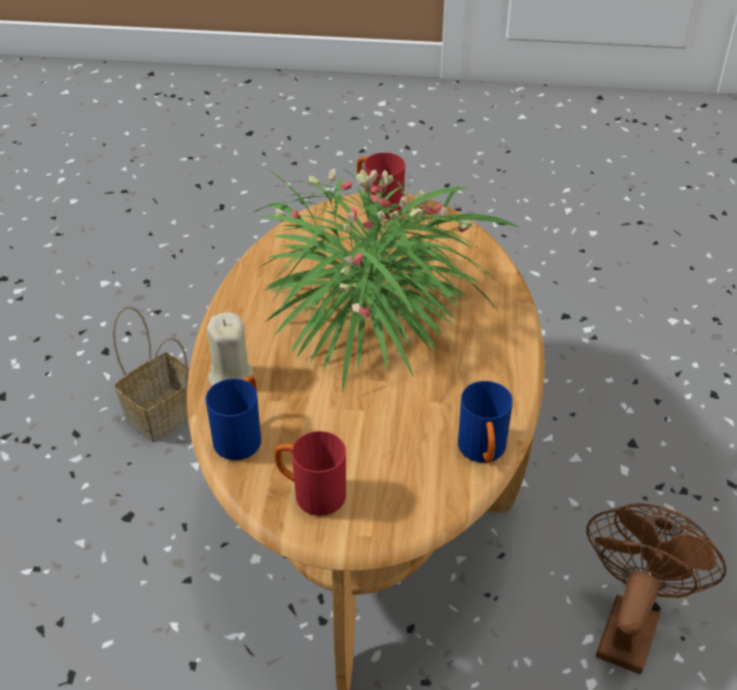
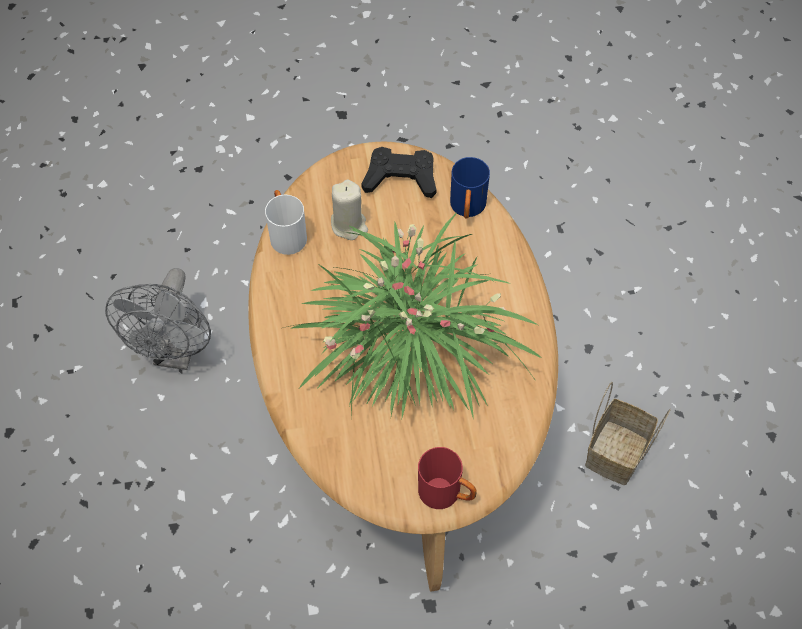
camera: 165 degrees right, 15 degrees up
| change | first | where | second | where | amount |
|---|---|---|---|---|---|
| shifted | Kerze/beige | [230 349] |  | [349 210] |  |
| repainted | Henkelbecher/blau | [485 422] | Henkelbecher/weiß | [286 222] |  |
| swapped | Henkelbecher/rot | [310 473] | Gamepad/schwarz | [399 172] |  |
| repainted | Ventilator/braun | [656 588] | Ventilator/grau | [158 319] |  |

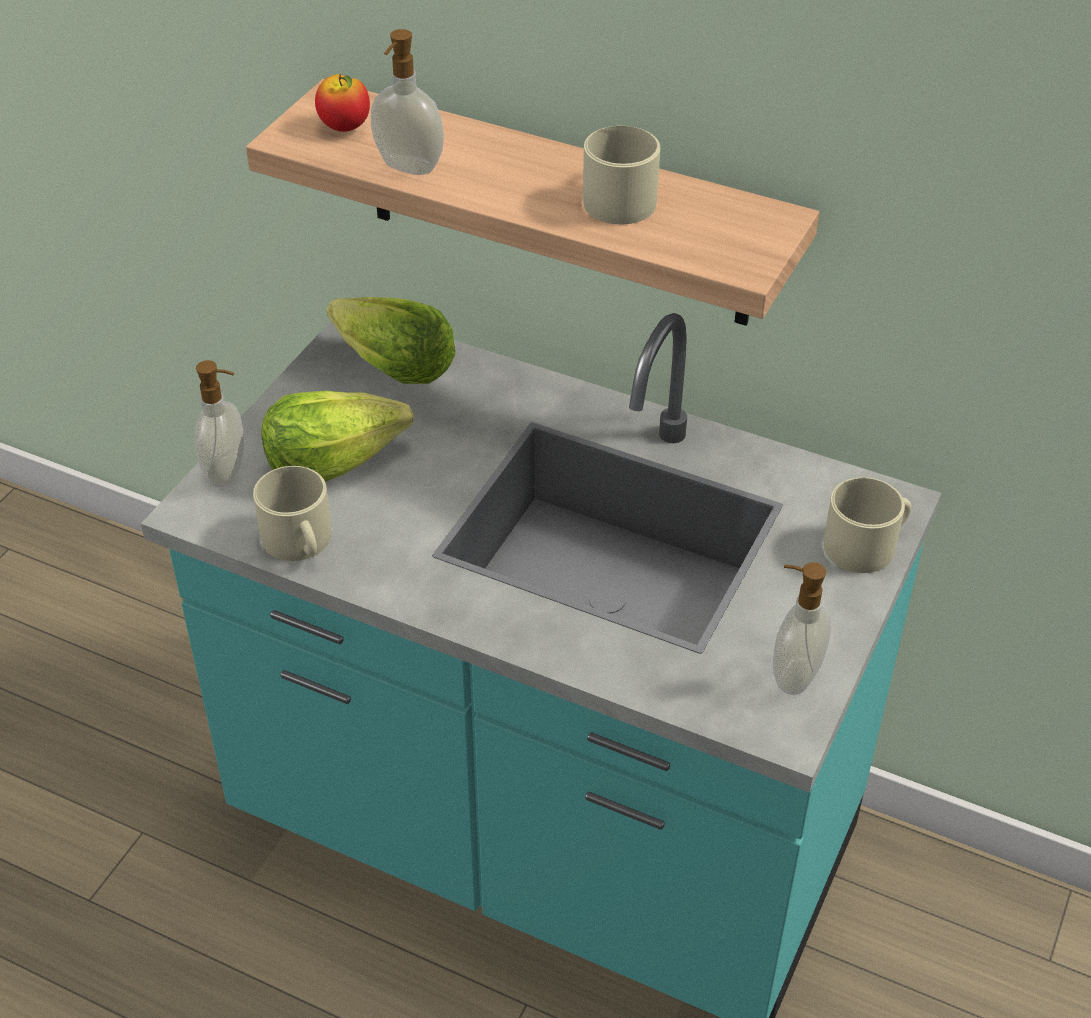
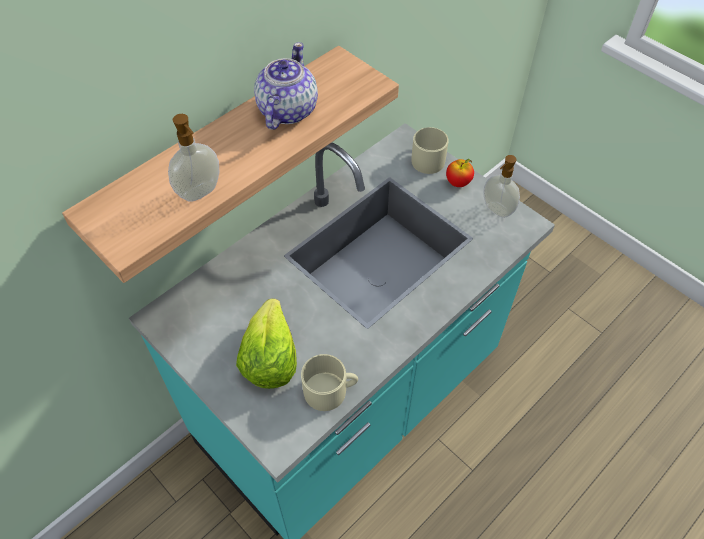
camera: 70 degrees left, 10 degrees up
| change | first | where | second | where | amount |
|---|---|---|---|---|---|
| shifted | Apfel | [342 103] |  | [460 173] |  |
| swapped | Henkelbecher/beige | [621 175] | Teekanne | [286 86] |  |
| gone | Salatkopf | [391 340] |  |  |  |
| gone | Seifenspender | [219 423] |  |  |  |

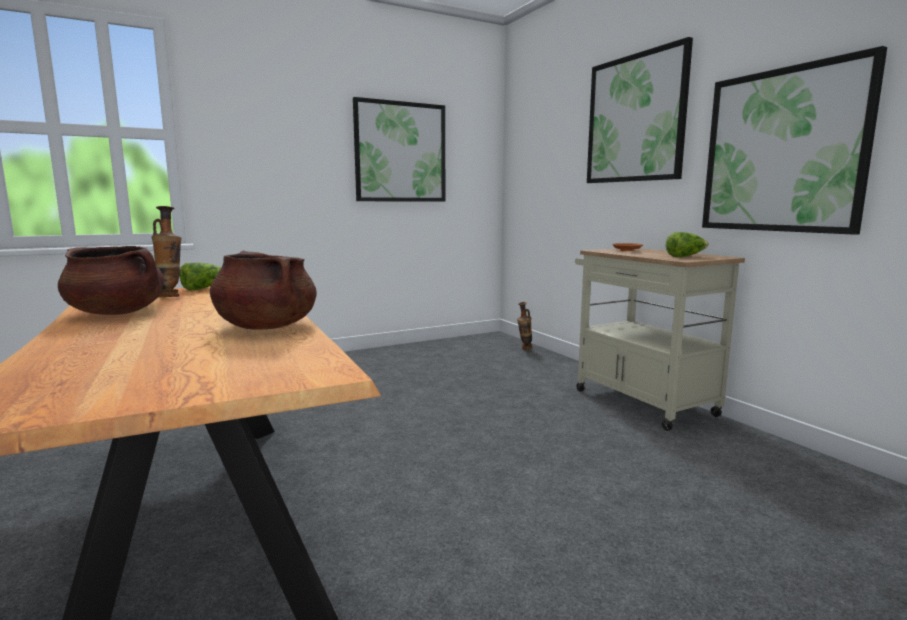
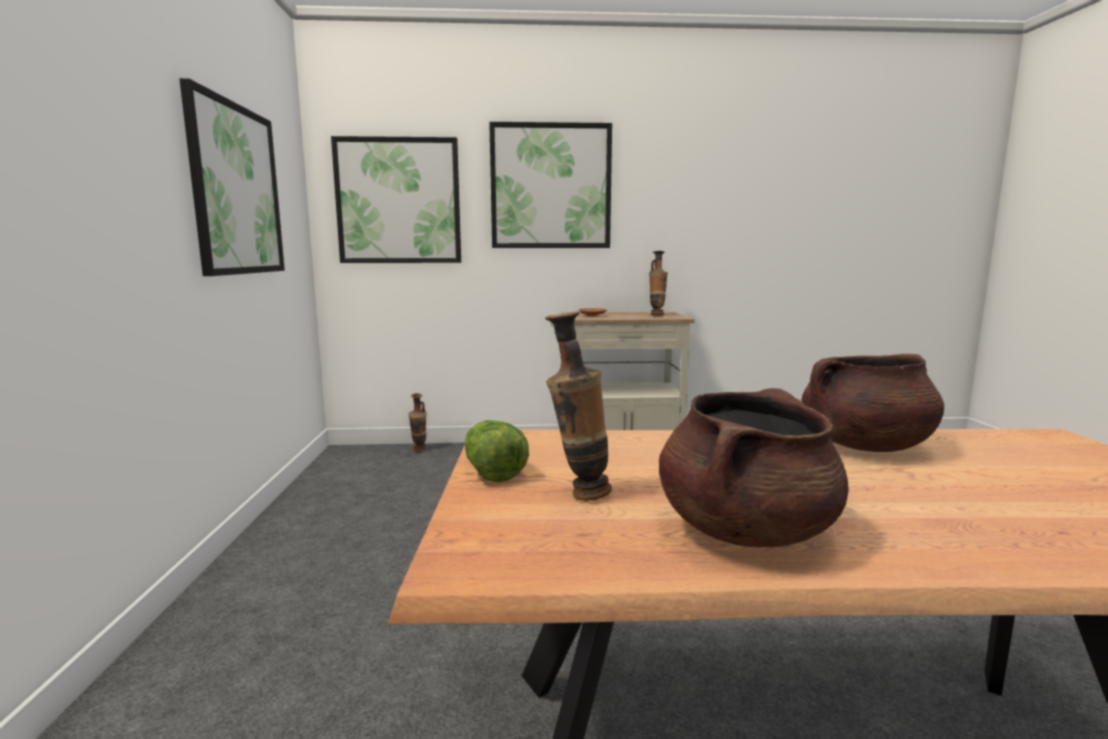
camera: 65 degrees left, 0 degrees up
| change | first | where | second | where | amount |
|---|---|---|---|---|---|
| shifted | Bild | [794 140] |  | [396 199] |  |
| swapped | Salatkopf | [687 244] | Vase | [658 283] |  |

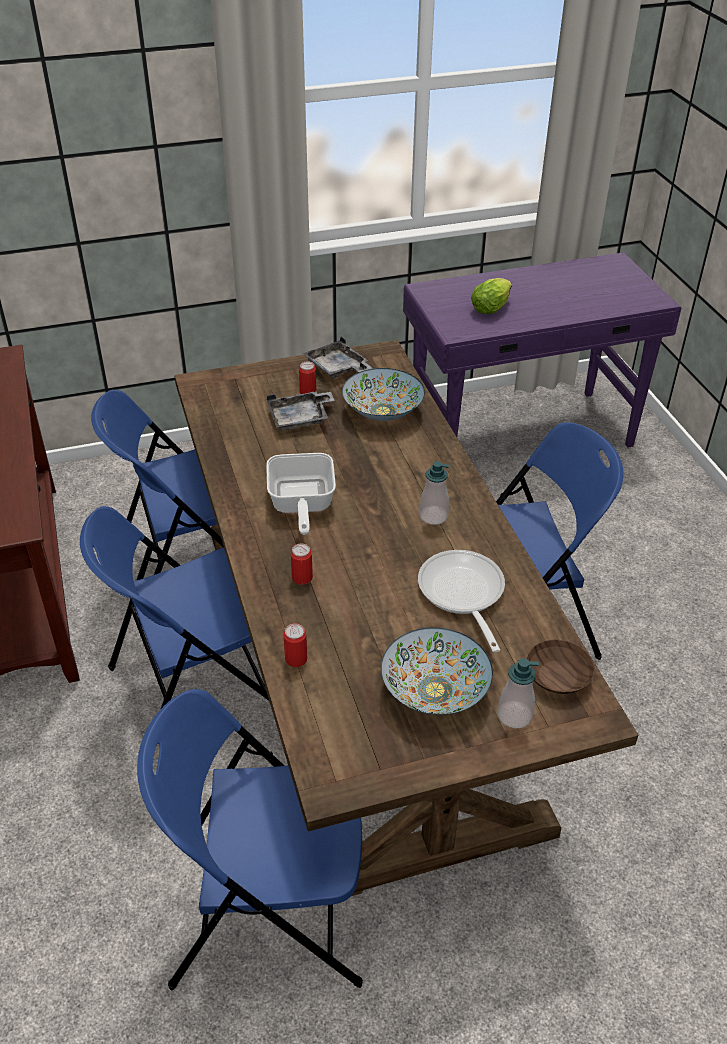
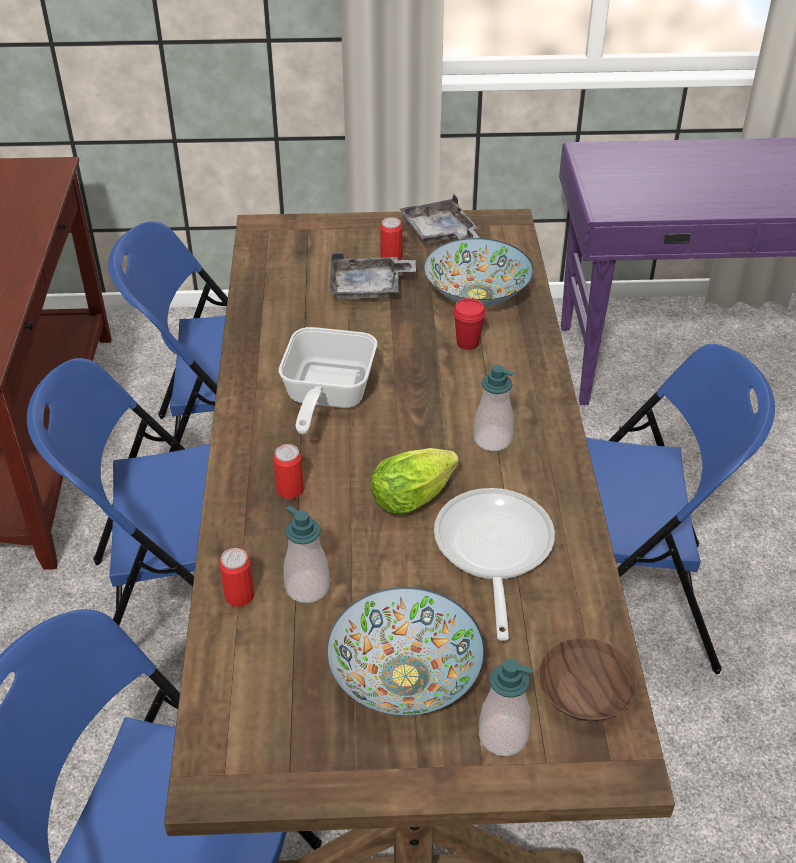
camera: 15 degrees right, 0 degrees up
| change | first | where | second | where | amount |
|---|---|---|---|---|---|
| shifted | Salatkopf | [491 296] |  | [414 481] |  |
| new |  |  | Tasse/rot | [469 324] |  |
| new |  |  | Seifenspender | [307 554] |  |

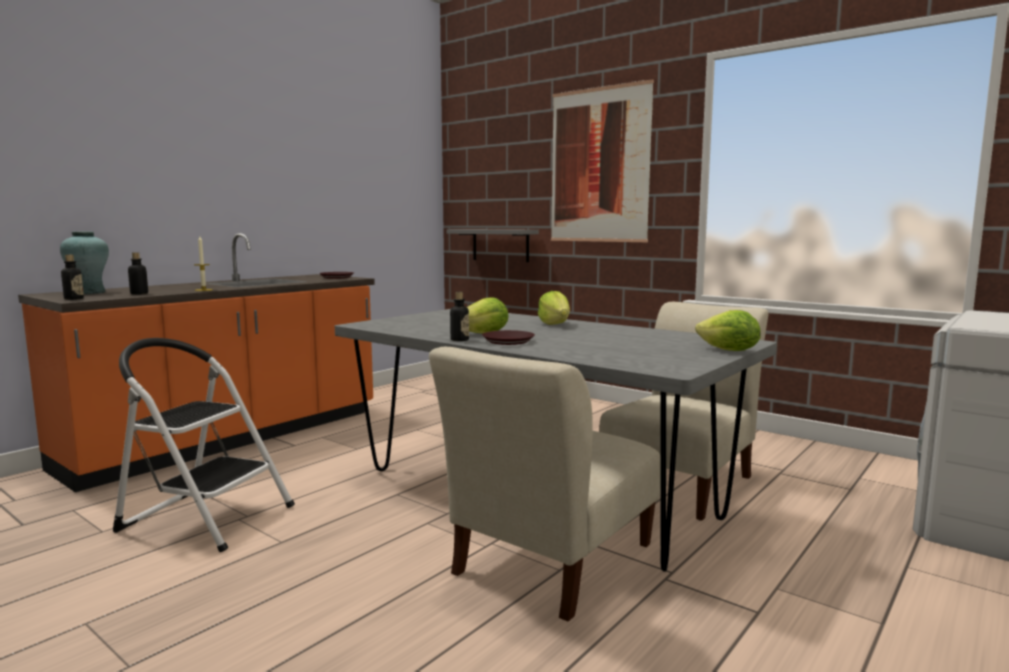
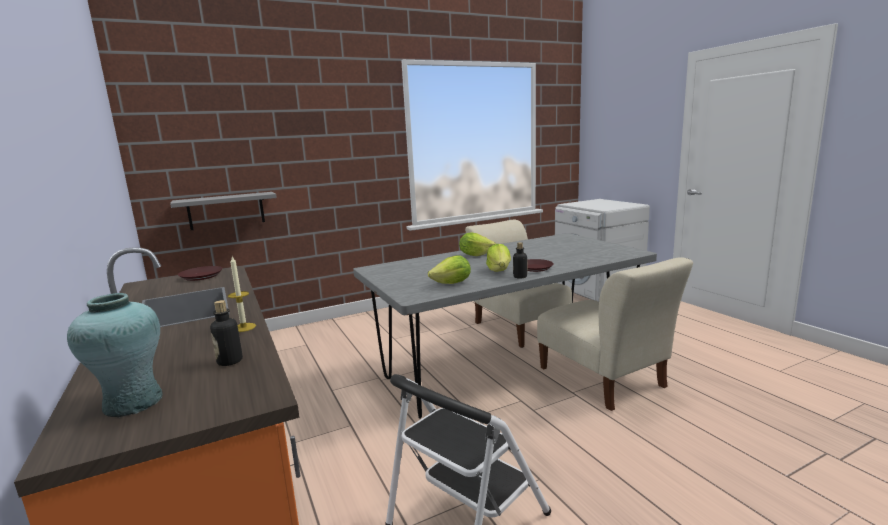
camera: 65 degrees left, 5 degrees up
| change | first | where | second | where | amount |
|---|---|---|---|---|---|
| gone | Bild | [602 160] |  |  |  |
| gone | Flasche | [72 277] |  |  |  |
| shifted | Salatkopf | [728 330] |  | [449 269] |  |

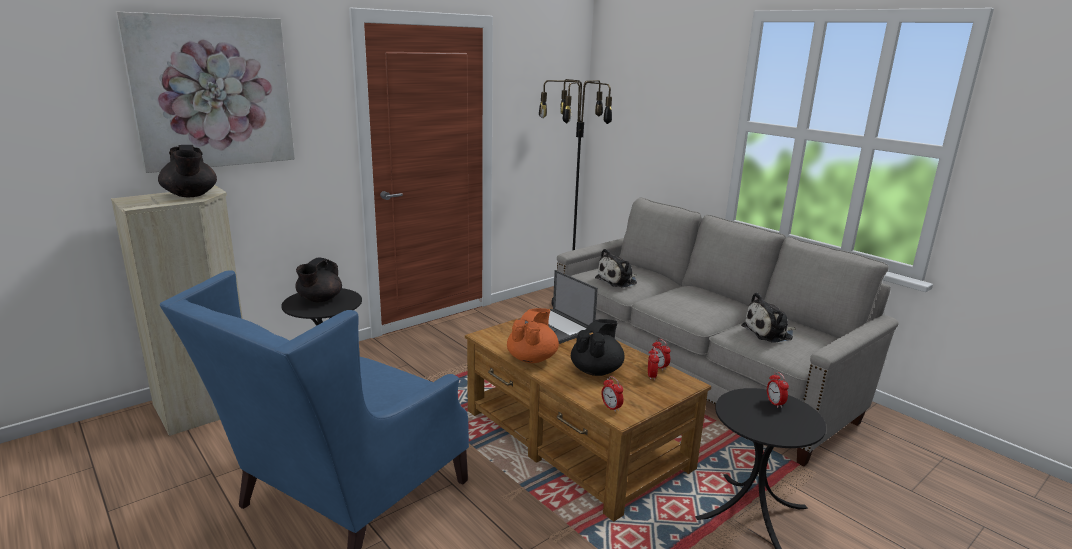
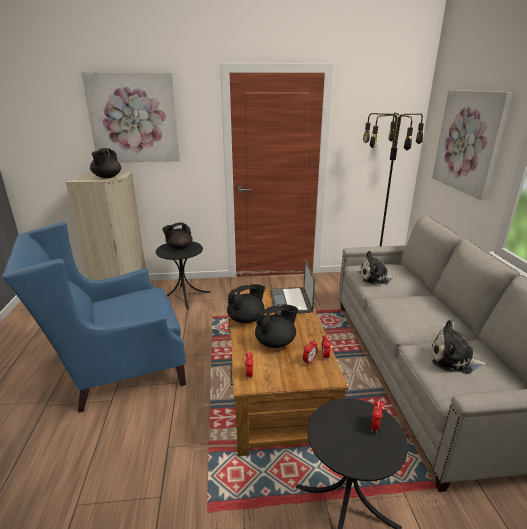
camera: 35 degrees right, 5 degrees up
| change | first | where | second | where | amount |
|---|---|---|---|---|---|
| repainted | Teekanne/orange | [533 335] | Teekanne/schwarz | [246 304] |  |
| new |  |  | Bild | [472 145] |  |

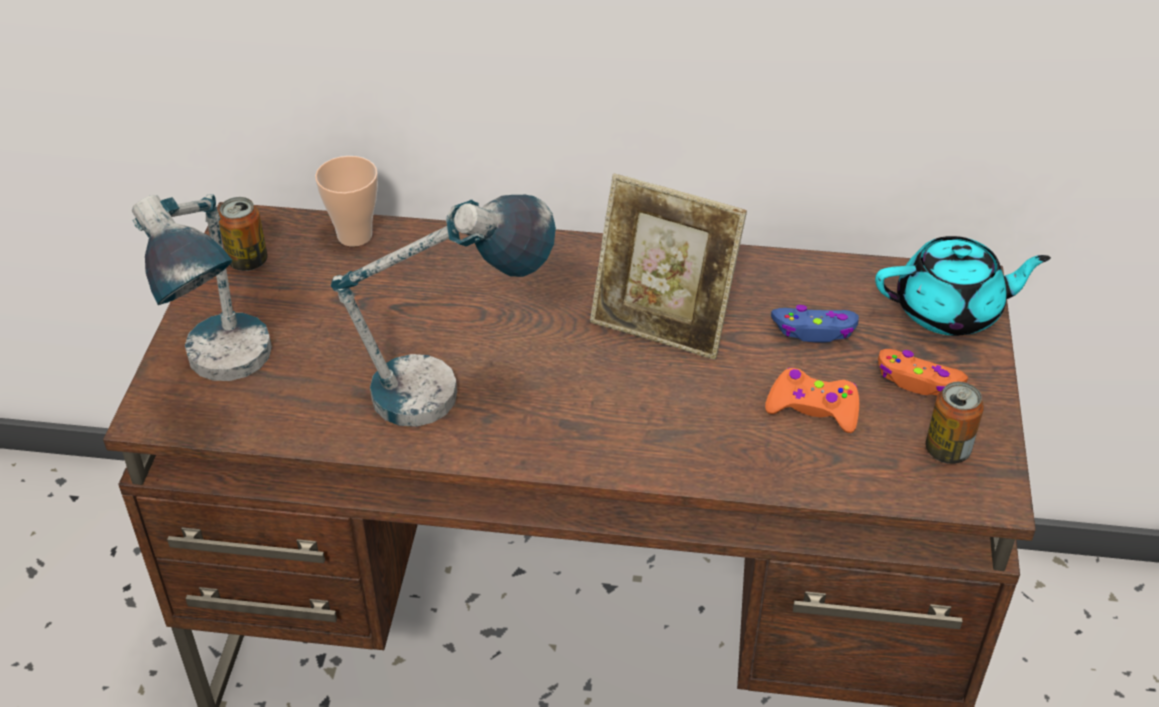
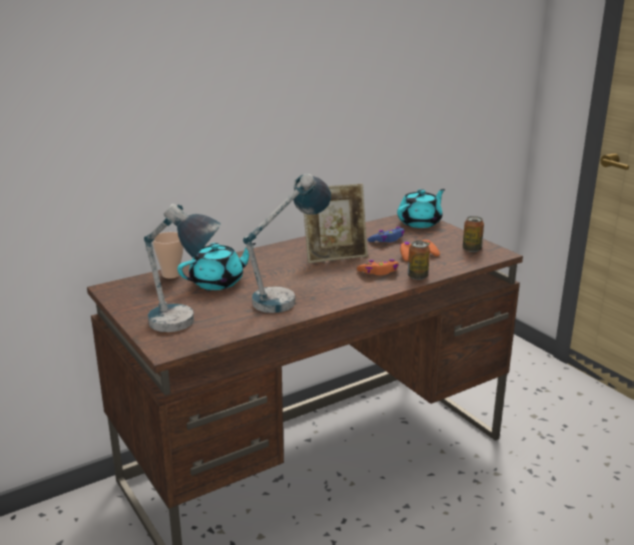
camera: 40 degrees left, 20 degrees down
| change | first | where | second | where | amount |
|---|---|---|---|---|---|
| shifted | Dose | [243 234] |  | [419 260] |  |
| shifted | Gamepad/orange | [923 372] |  | [378 267] |  |
| new |  |  | Teekanne/türkis | [216 266] |  |

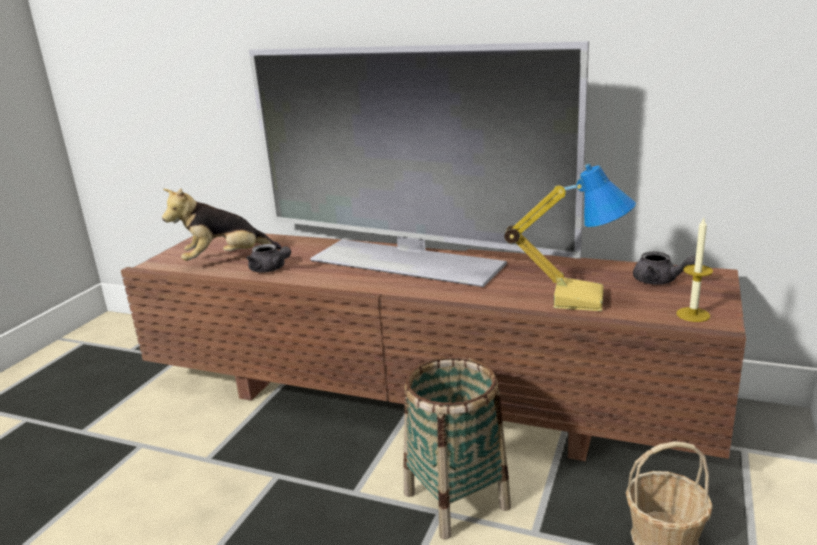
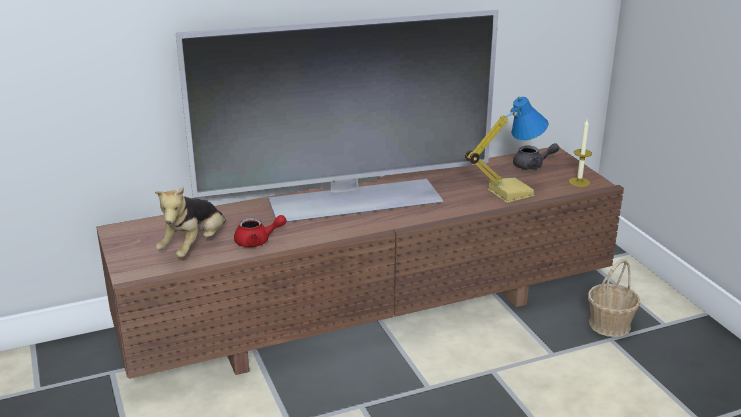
camera: 45 degrees left, 5 degrees up
| change | first | where | second | where | amount |
|---|---|---|---|---|---|
| repainted | Teekanne/grau | [268 258] | Teekanne/rot | [260 231] |  |
| gone | Korb | [457 448] |  |  |  |

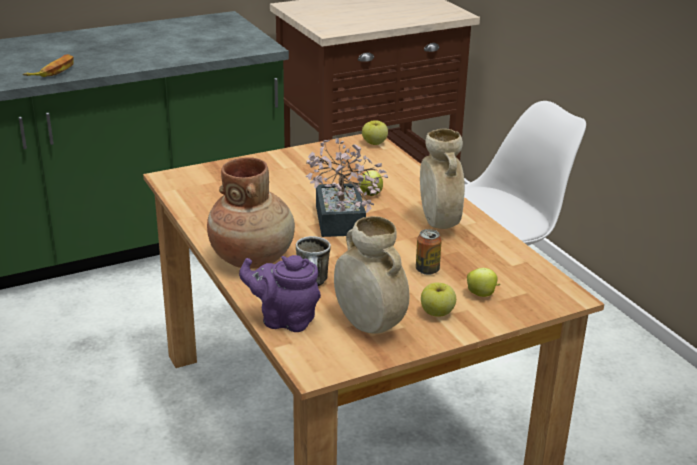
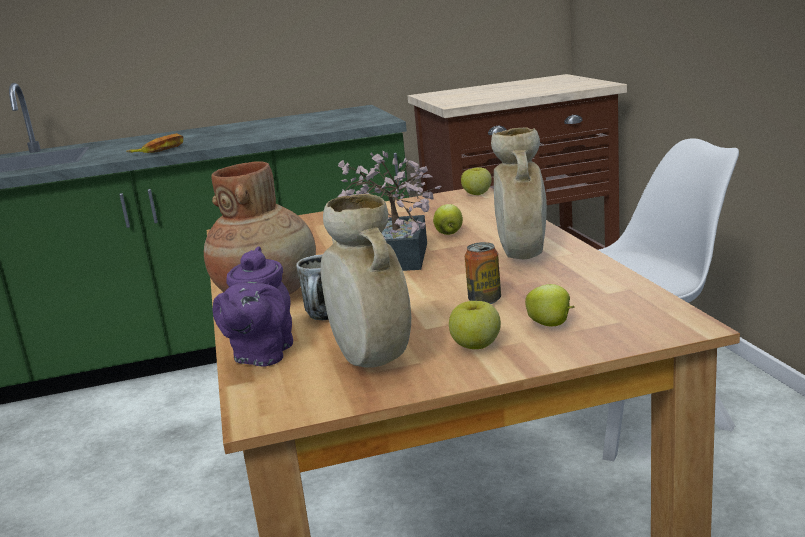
camera: 15 degrees right, 10 degrees down
| change | first | where | second | where | amount |
|---|---|---|---|---|---|
| rotated | Teekanne/lila | [280 293] |  | [253 307] | 105 degrees counterclockwise |

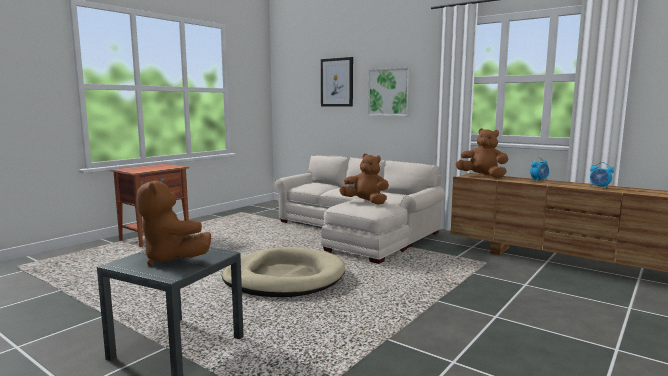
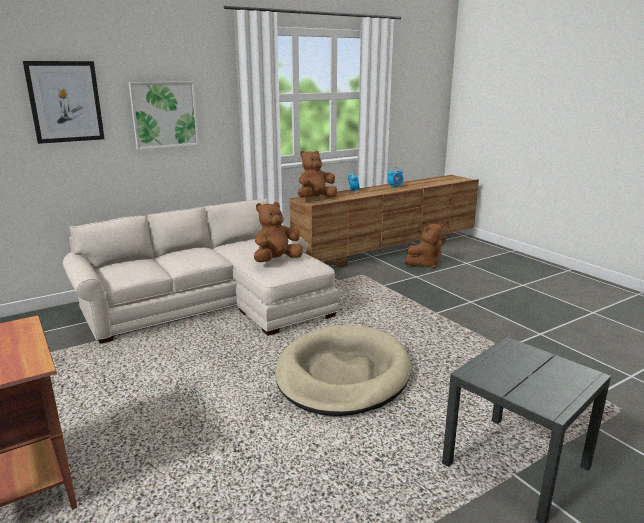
camera: 70 degrees left, 10 degrees up
| change | first | where | second | where | amount |
|---|---|---|---|---|---|
| shifted | Plüschtier/braun | [173 223] |  | [424 246] |  |

